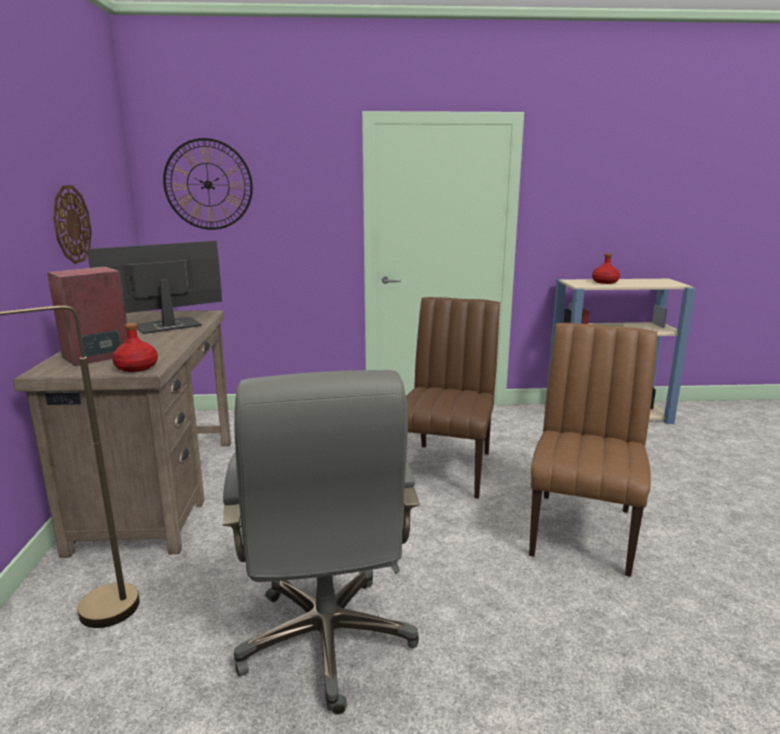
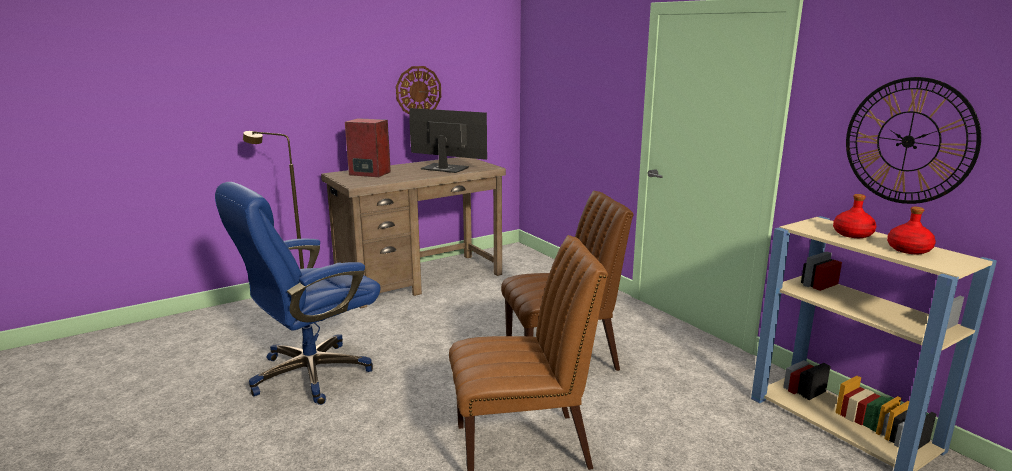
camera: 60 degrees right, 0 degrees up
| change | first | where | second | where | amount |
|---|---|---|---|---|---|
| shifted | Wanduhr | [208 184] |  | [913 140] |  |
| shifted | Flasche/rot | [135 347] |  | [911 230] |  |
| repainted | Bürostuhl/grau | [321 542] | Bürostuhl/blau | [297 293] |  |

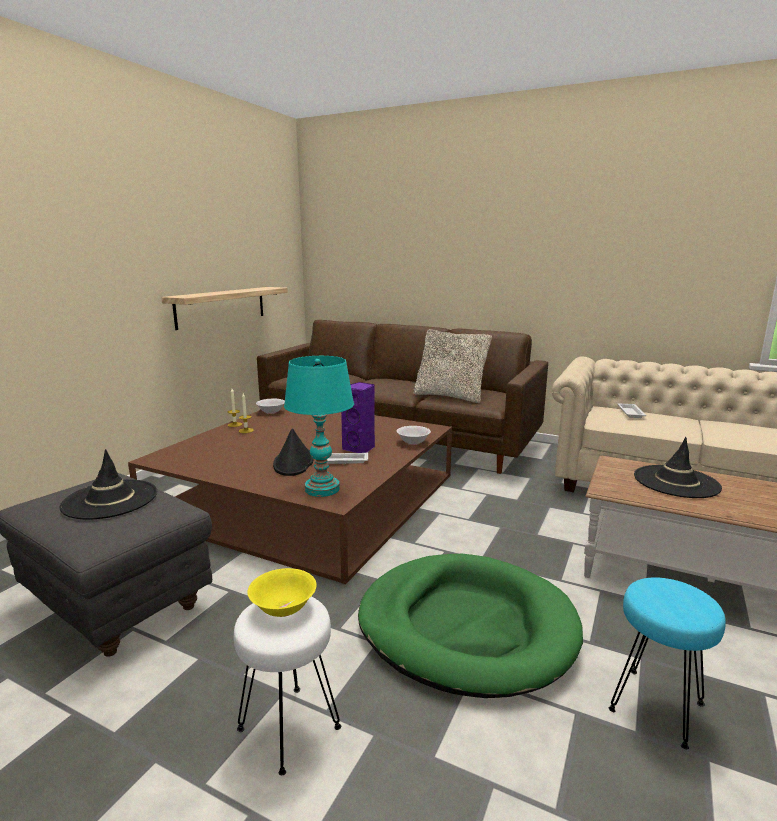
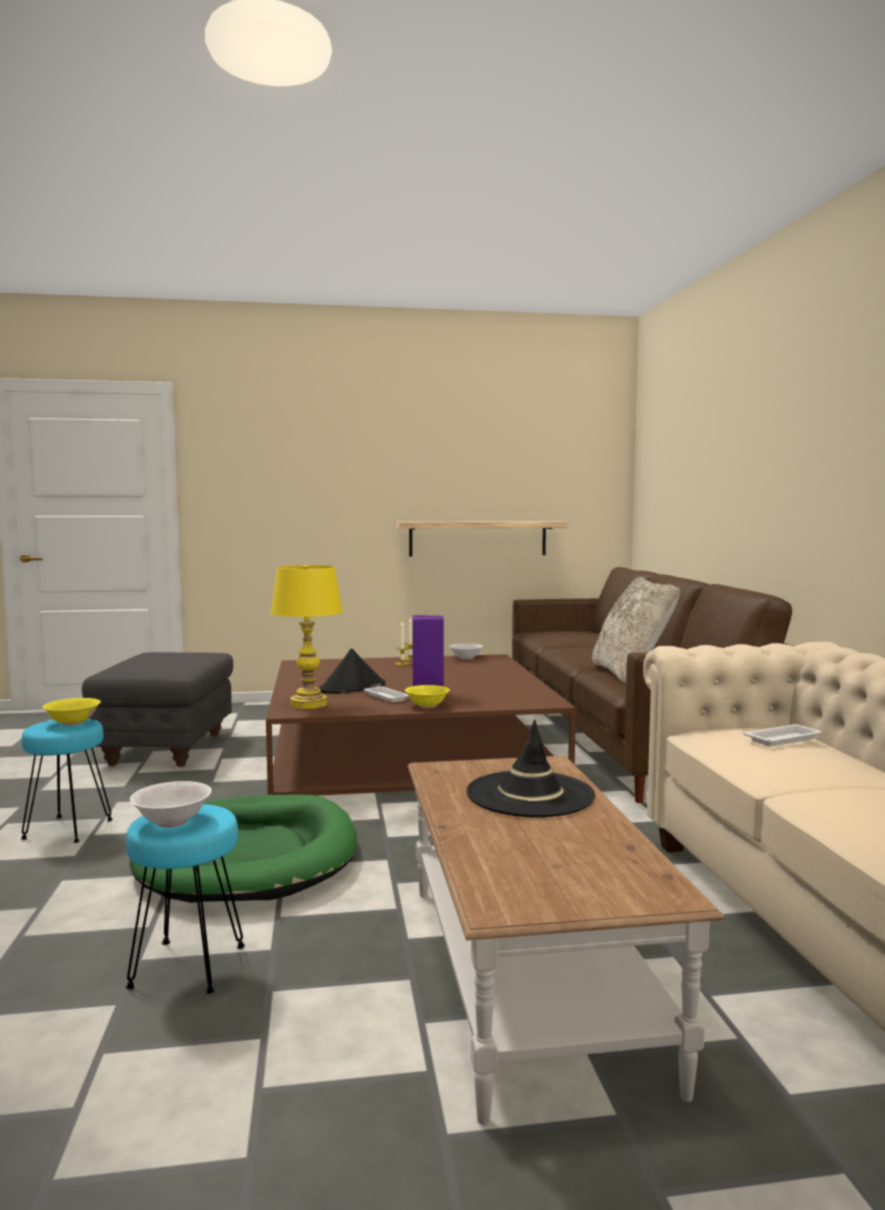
camera: 55 degrees right, 10 degrees down
| change | first | where | second | where | amount |
|---|---|---|---|---|---|
| repainted | Tischlampe/türkis | [319 426] | Tischlampe/gelb | [307 637] |  |
| shifted | Schüssel/weiß | [414 435] |  | [171 804] |  |
| gone | Hut/schwarz | [108 484] |  |  |  |
| repainted | Hocker/weiß | [287 686] | Hocker/türkis | [67 781] |  |
| new |  |  | Schüssel/gelb | [427 696] |  |

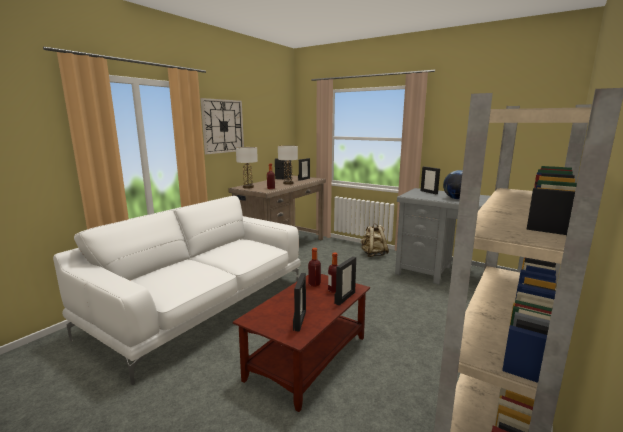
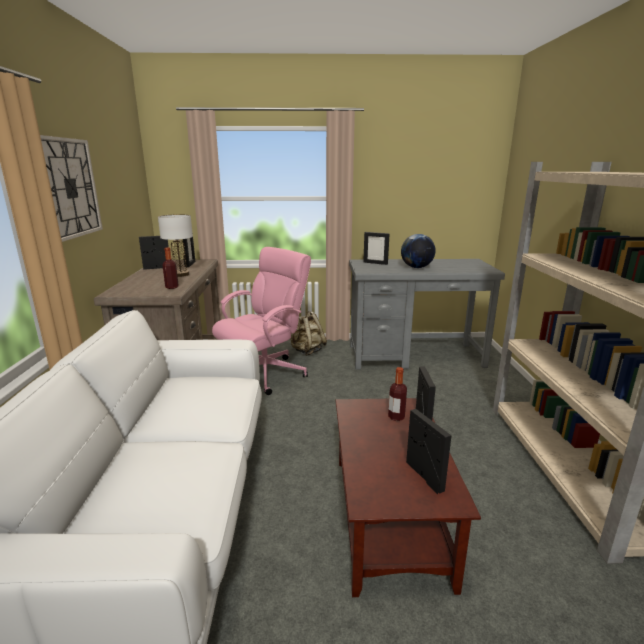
camera: 35 degrees left, 5 degrees up
| change | first | where | second | where | amount |
|---|---|---|---|---|---|
| gone | Tischlampe | [247 168] |  |  |  |
| gone | Flasche | [314 267] |  |  |  |
| new |  |  | Bürostuhl/rosa | [261 321] |  |

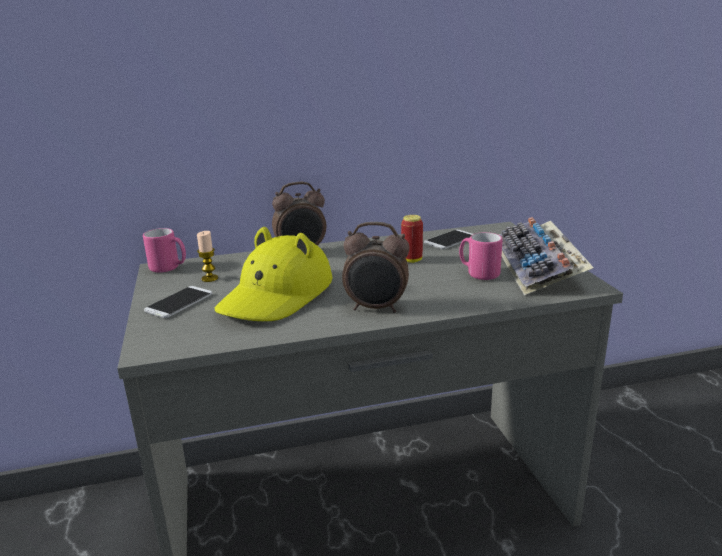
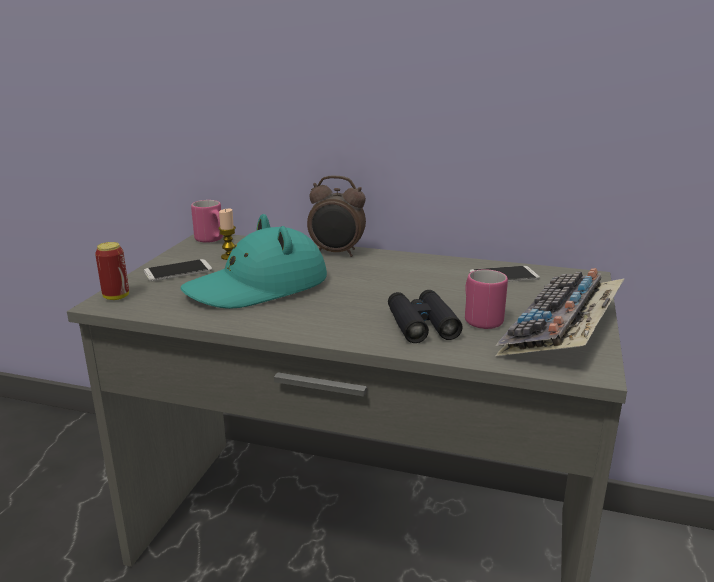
camera: 30 degrees right, 0 degrees up
| change | first | where | second | where | amount |
|---|---|---|---|---|---|
| shifted | Dose | [412 239] |  | [112 271] |  |
| gone | Wecker | [376 267] |  |  |  |
| repainted | Hut/gelb | [273 274] | Hut/türkis | [253 261] |  |
| new |  |  | Fernglas/schwarz | [425 316] |  |

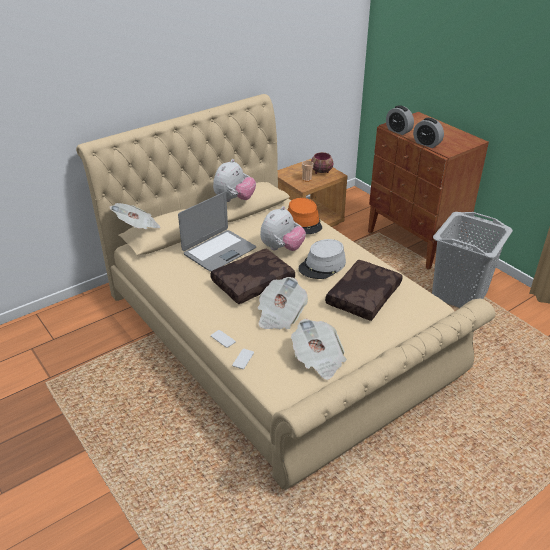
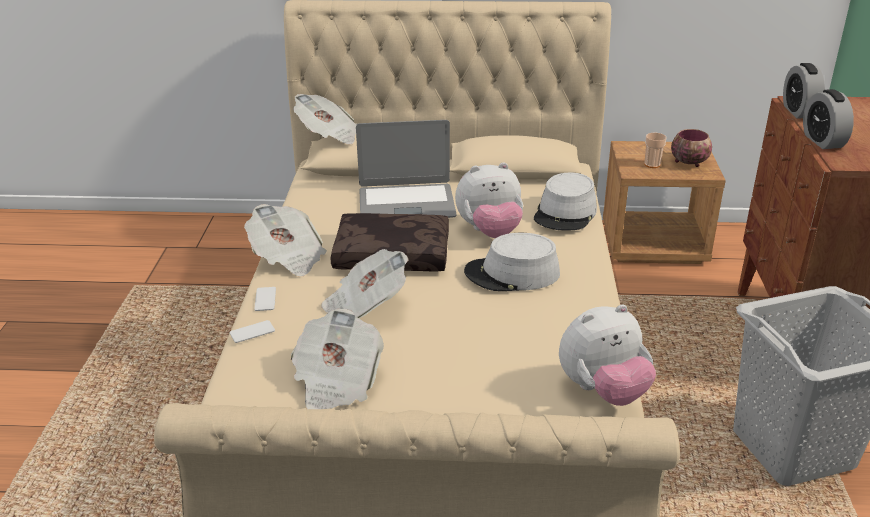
camera: 40 degrees right, 5 degrees down
| change | first | where | second | where | amount |
|---|---|---|---|---|---|
| shifted | Plüschtier | [234 180] |  | [607 355] |  |
| repainted | Hut/orange | [305 216] | Hut/grau | [565 201] |  |
| gone | Kissen/braun | [364 290] |  |  |  |
| new |  |  | Zeitung | [285 240] |  |

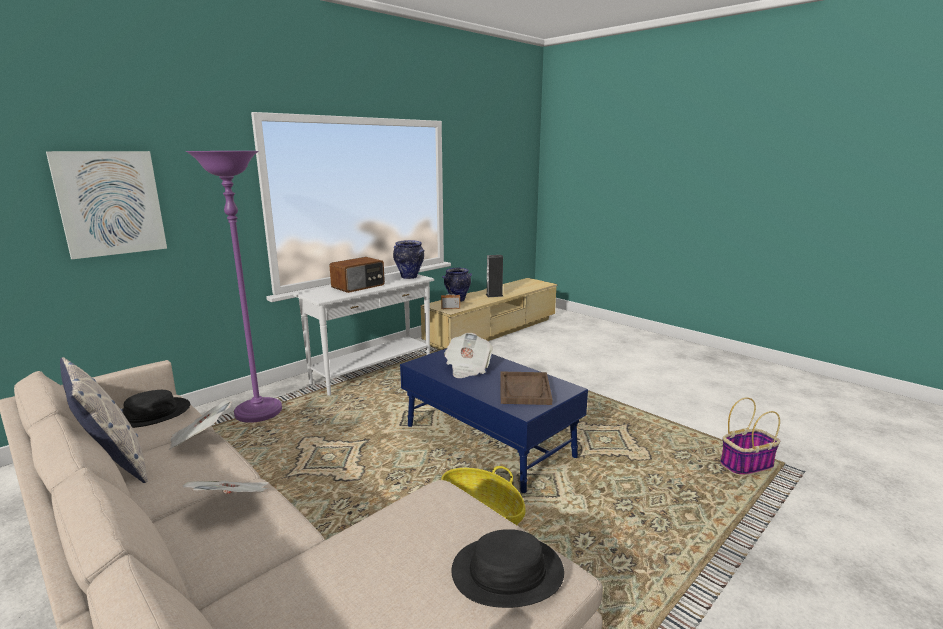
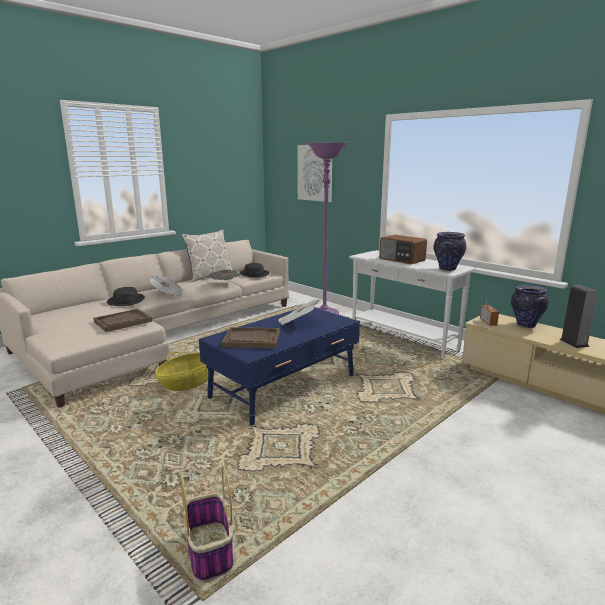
camera: 90 degrees right, 0 degrees up
| change | first | where | second | where | amount |
|---|---|---|---|---|---|
| shifted | Hut/schwarz | [507 568] |  | [126 296] |  |
| new |  |  | Tablett/braun | [122 320] |  |

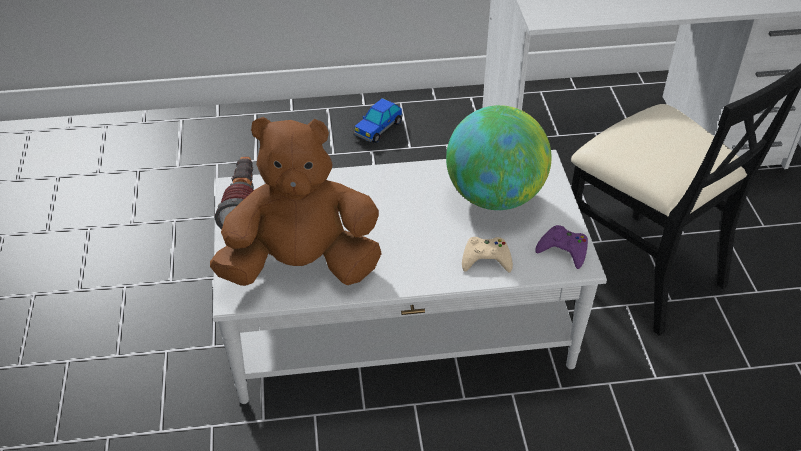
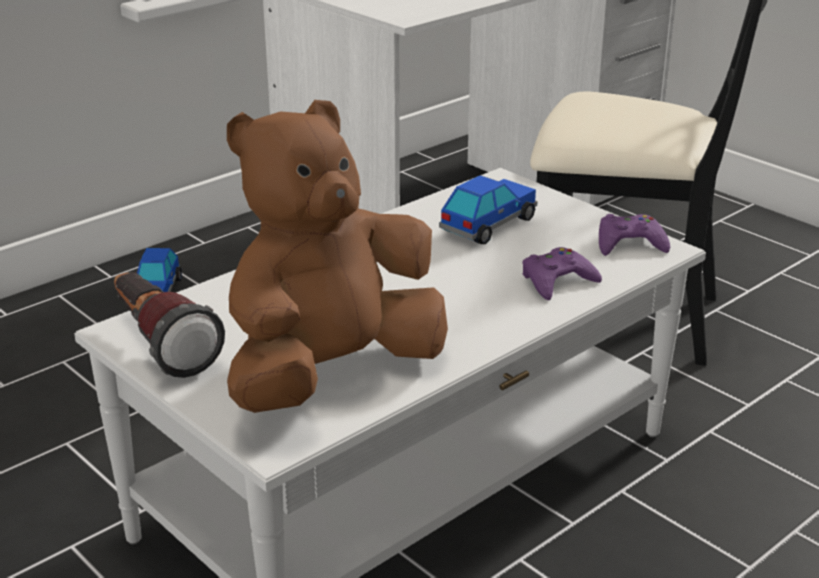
camera: 35 degrees left, 15 degrees down
| change | first | where | second | where | amount |
|---|---|---|---|---|---|
| swapped | Globus | [499 157] | Spielzeugauto | [488 209] |  |
| repainted | Gamepad/beige | [487 254] | Gamepad/lila | [562 273] |  |

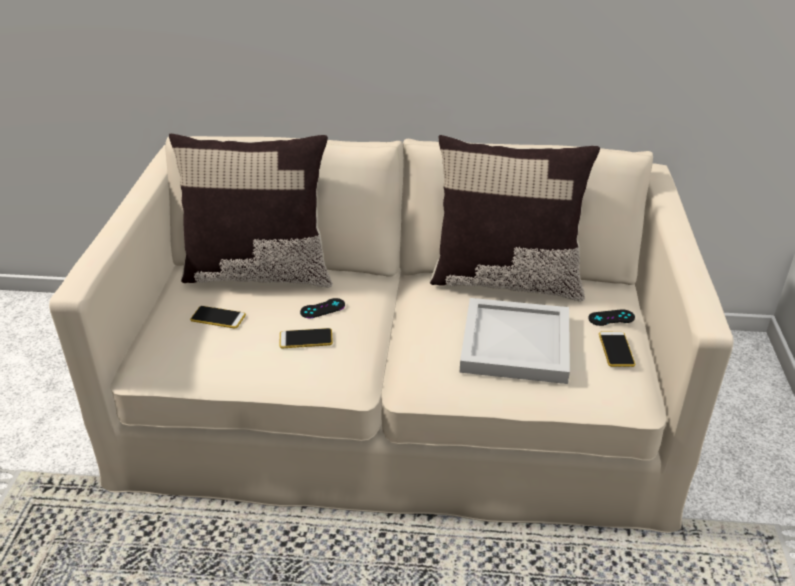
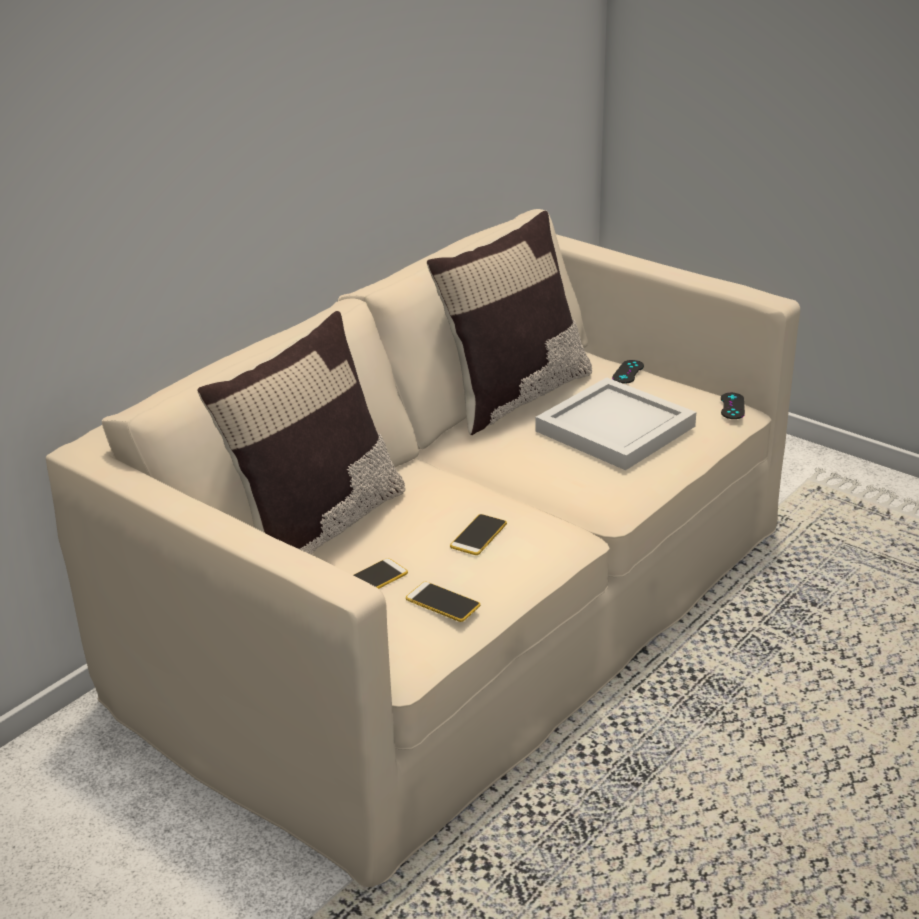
camera: 55 degrees left, 5 degrees down
| change | first | where | second | where | amount |
|---|---|---|---|---|---|
| shifted | Gamepad/schwarz | [322 308] |  | [733 406] |  |
| shifted | Handy | [617 349] |  | [443 602] |  |

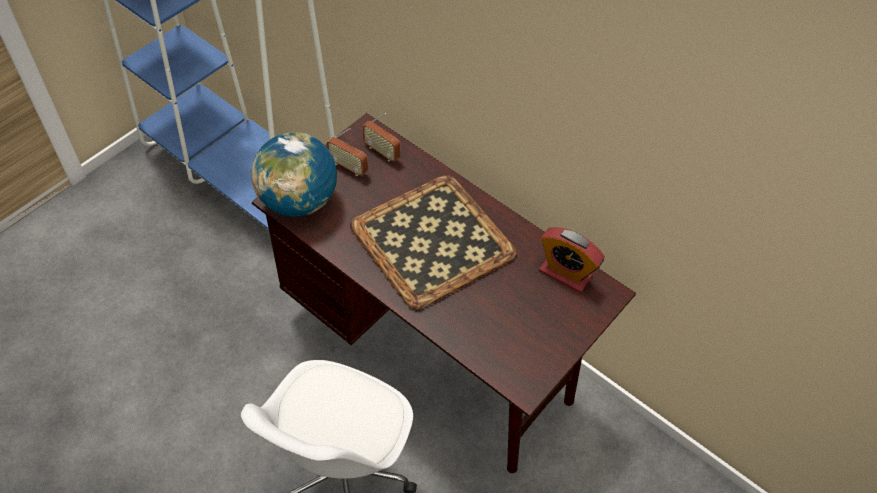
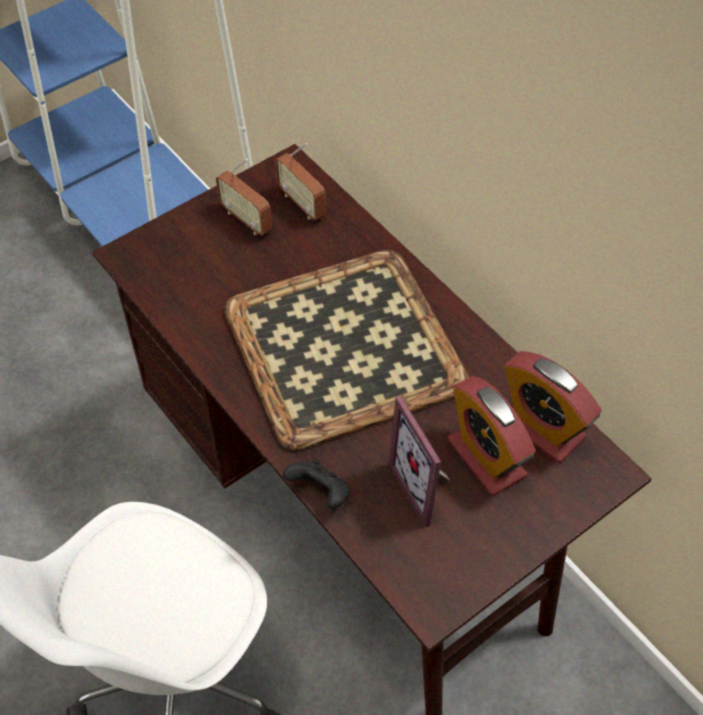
camera: 15 degrees right, 0 degrees up
| change | first | where | second | where | amount |
|---|---|---|---|---|---|
| gone | Globus | [294 174] |  |  |  |
| new |  |  | Wecker | [492 436] |  |
| new |  |  | Bilderrahmen | [419 461] |  |
| new |  |  | Gamepad/schwarz | [316 484] |  |

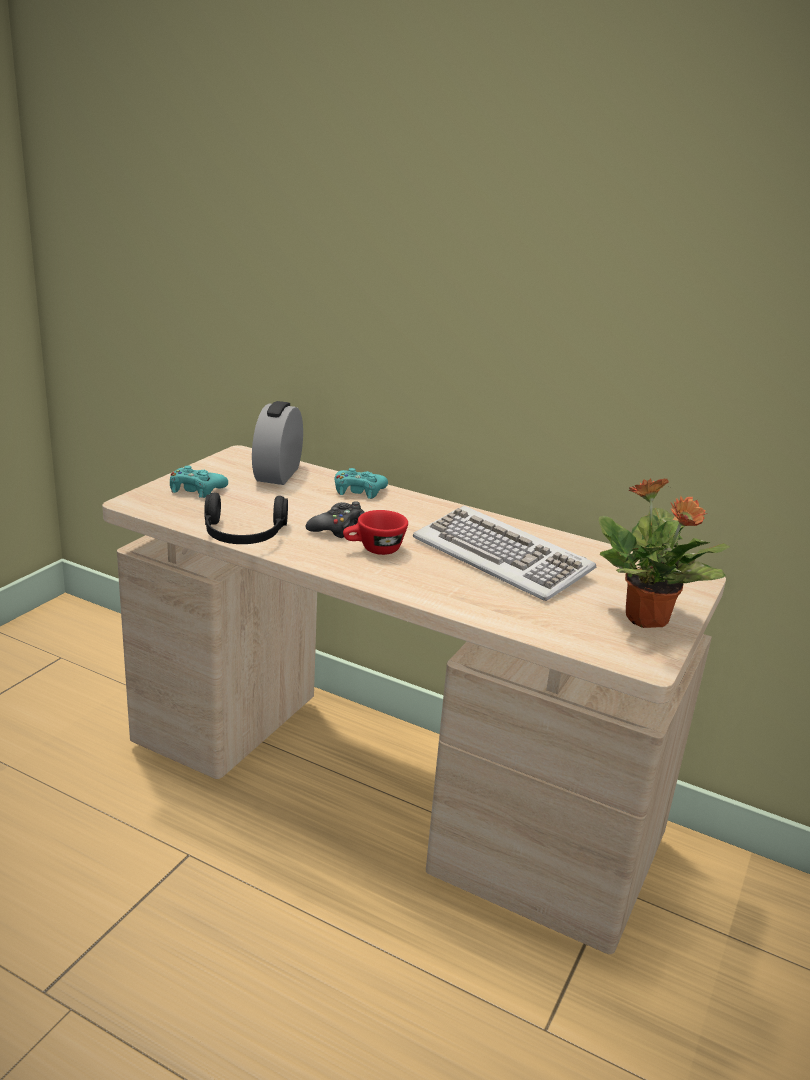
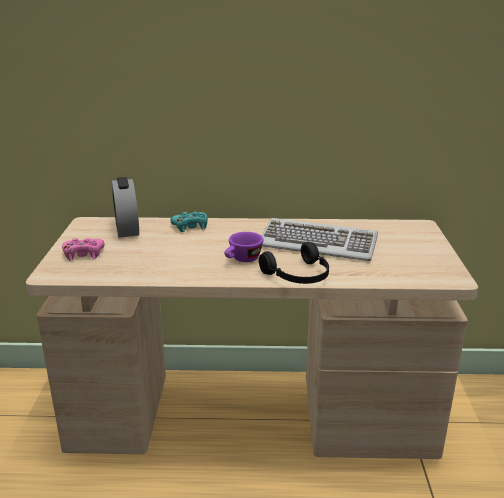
camera: 25 degrees left, 0 degrees up
| change | first | where | second | where | amount |
|---|---|---|---|---|---|
| repainted | Gamepad/türkis | [199 482] | Gamepad/rosa | [83 249] |  |
| gone | Topfpflanze | [664 553] |  |  |  |
| shifted | Kopfhörer/schwarz | [246 518] |  | [294 263] |  |
| gone | Gamepad/schwarz | [335 519] |  |  |  |
| repainted | Tasse/rot | [375 532] | Tasse/lila | [244 247] |  |

